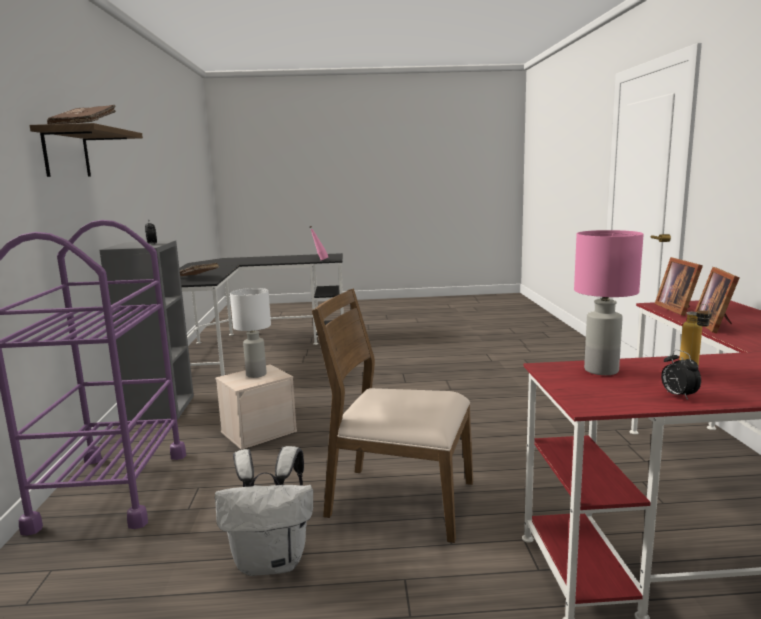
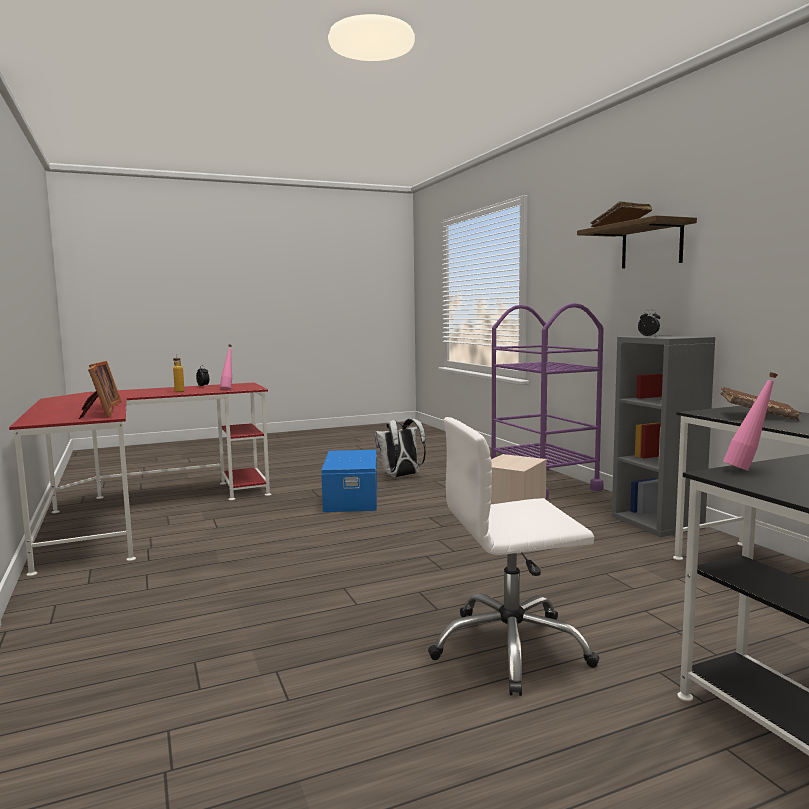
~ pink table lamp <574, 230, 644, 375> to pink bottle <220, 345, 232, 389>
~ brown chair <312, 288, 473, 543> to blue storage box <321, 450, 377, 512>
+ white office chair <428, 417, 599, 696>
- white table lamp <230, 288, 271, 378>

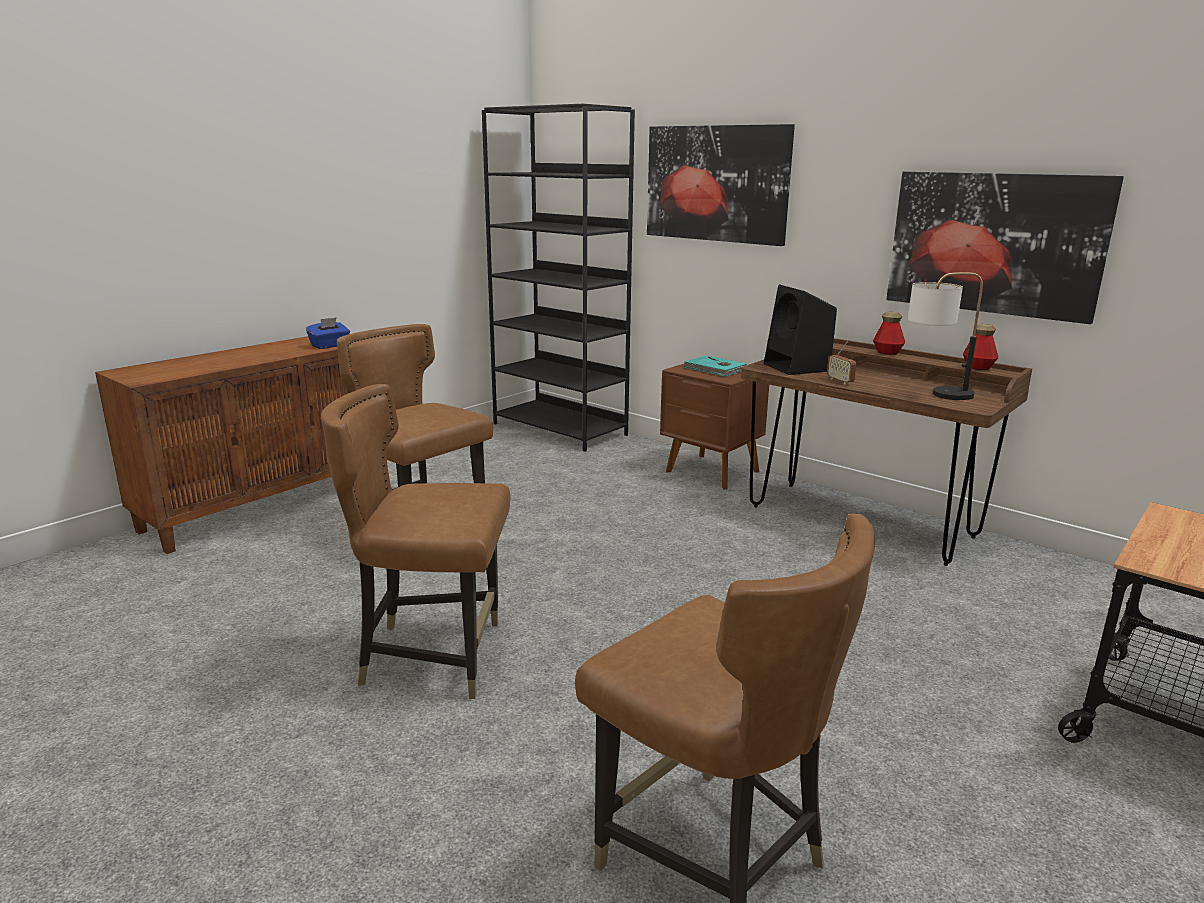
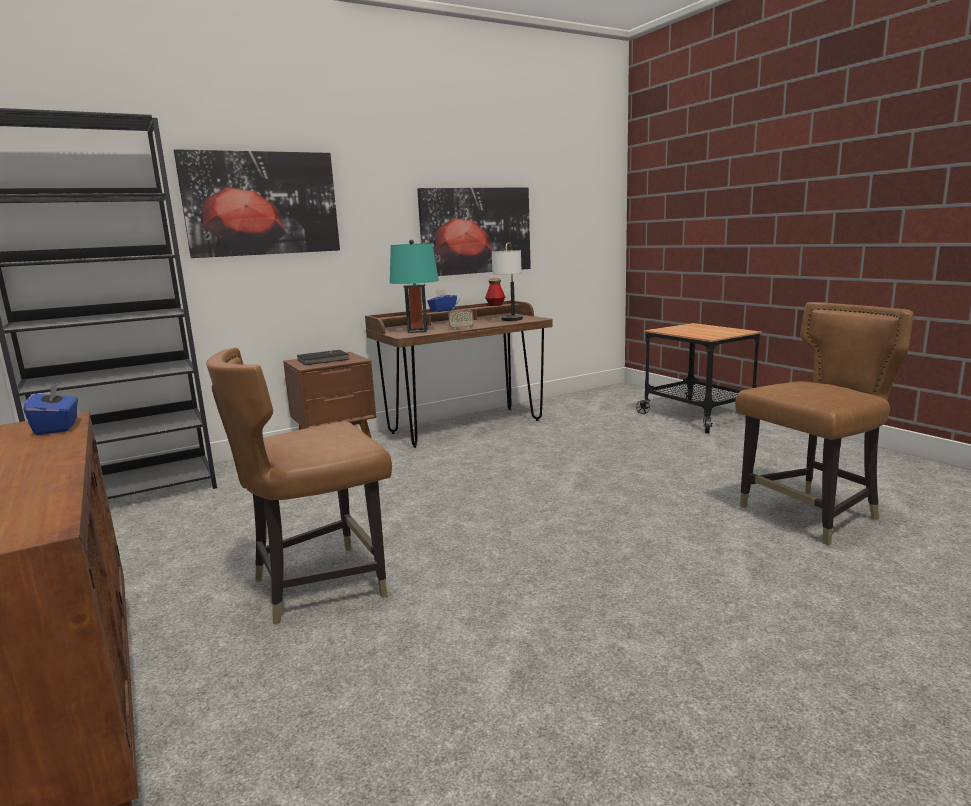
~ turquoise book <683, 355, 747, 377> to black book <297, 350, 349, 365>
~ black speaker <764, 284, 837, 375> to turquoise table lamp <390, 239, 439, 333>
~ bottle <873, 312, 905, 355> to blue tissue box <427, 289, 457, 312>
- brown chair <321, 384, 511, 699>

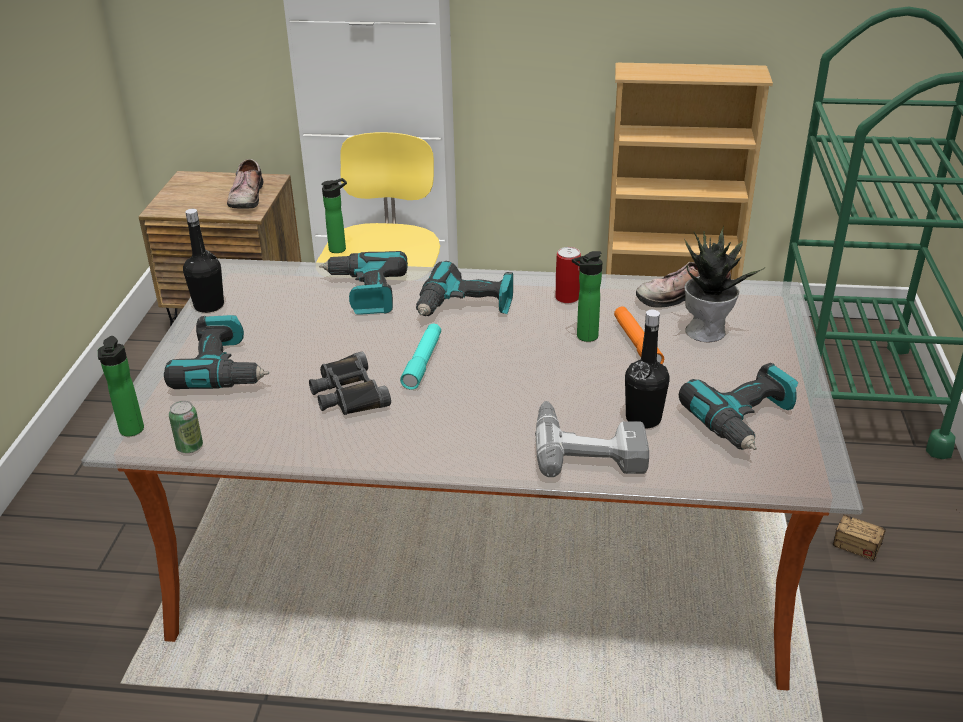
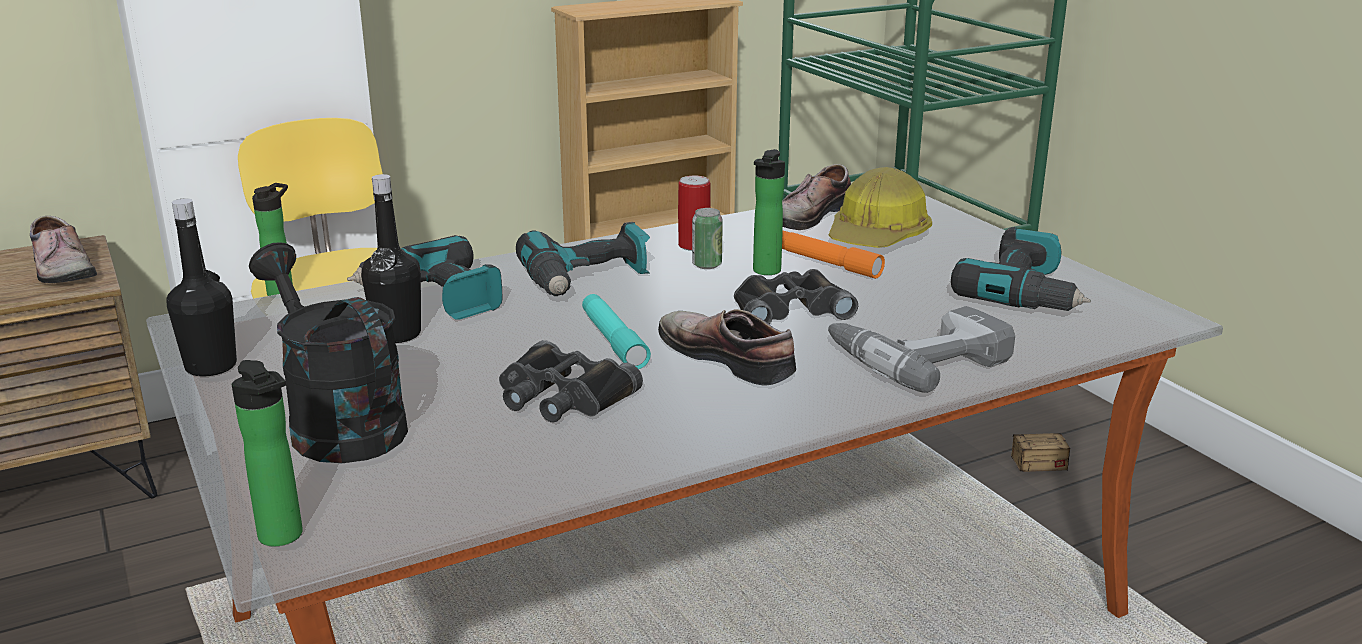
~ power drill <164, 315, 269, 389> to black watering can <249, 242, 408, 463>
~ black bottle <625, 310, 670, 429> to <361, 174, 421, 343>
+ shoe <658, 309, 796, 385>
~ can <169, 401, 203, 453> to <692, 208, 723, 269>
+ black binoculars <734, 269, 858, 324>
~ potted plant <684, 225, 764, 342> to hard hat <829, 167, 932, 248>

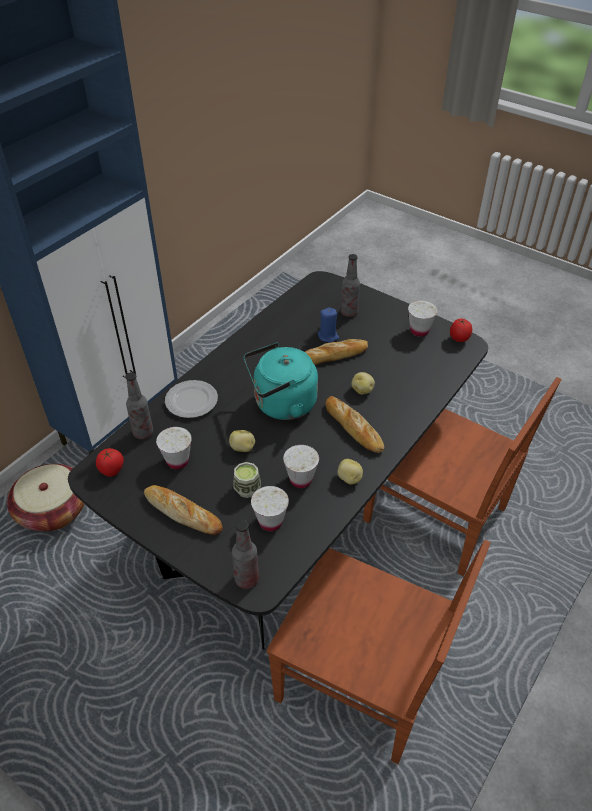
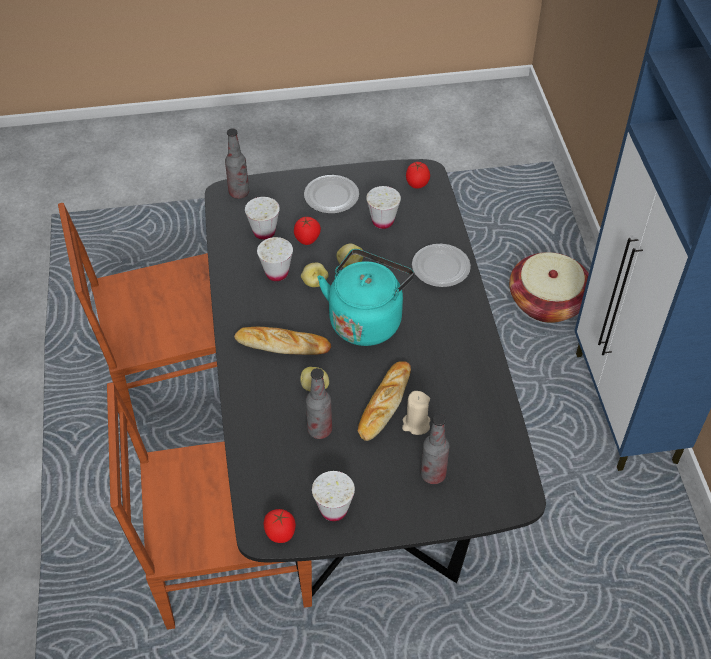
~ cup <233, 462, 261, 498> to tomato <294, 217, 321, 245>
~ potato <338, 459, 363, 485> to <301, 263, 329, 287>
~ bread <144, 485, 223, 535> to plate <304, 175, 359, 214>
~ bottle <125, 372, 153, 439> to <306, 368, 332, 439>
~ blue candle <318, 307, 339, 343> to beige candle <402, 391, 430, 435>

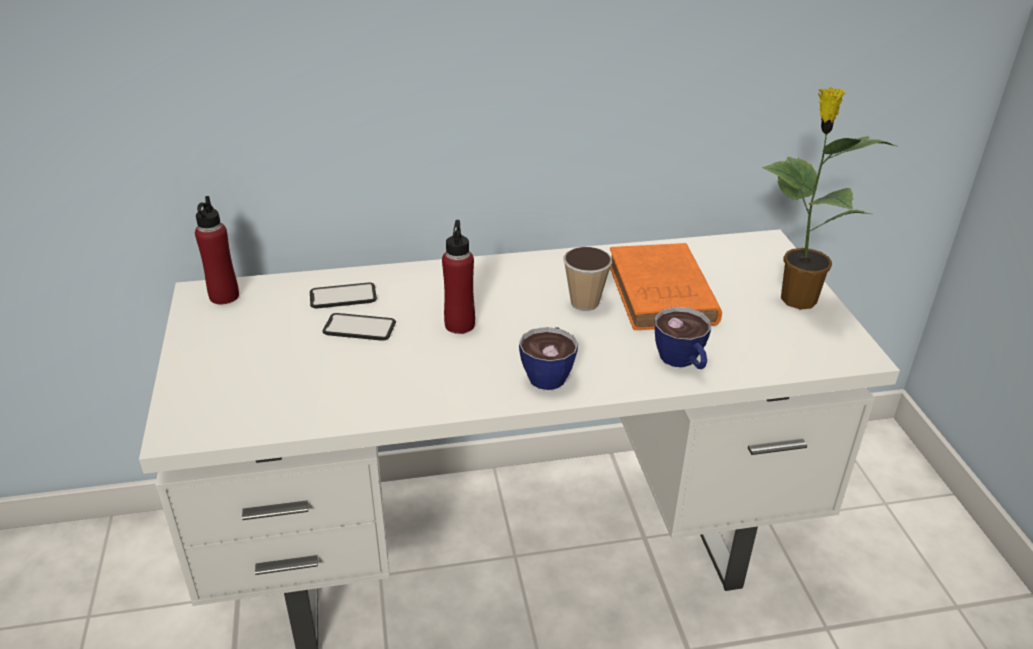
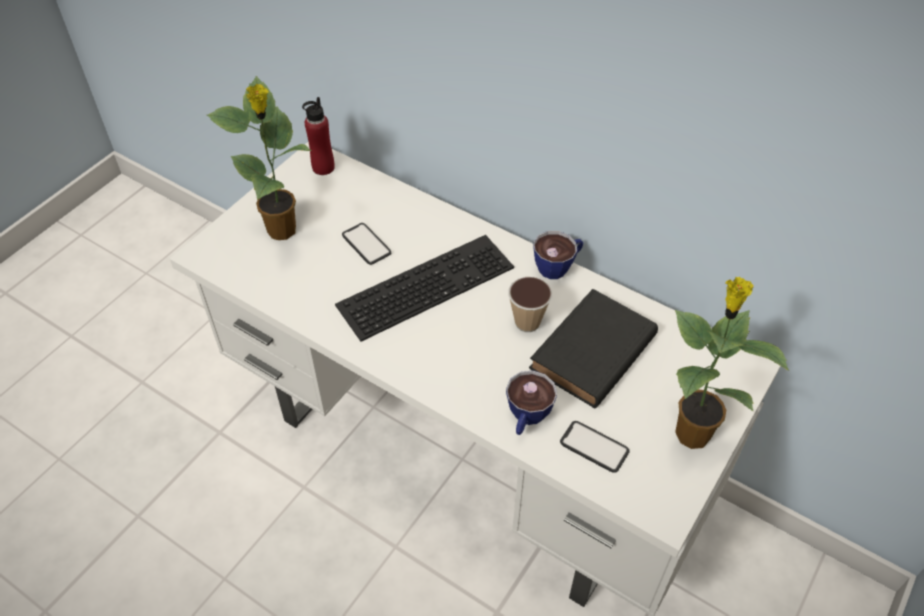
+ potted plant <207, 76, 312, 240>
~ red bottle <442, 220, 475, 334> to keyboard <335, 235, 514, 342>
~ orange book <610, 243, 722, 330> to black book <529, 289, 658, 408>
~ cup <519, 327, 578, 390> to <533, 231, 583, 279>
~ phone <310, 282, 377, 309> to <560, 421, 630, 473>

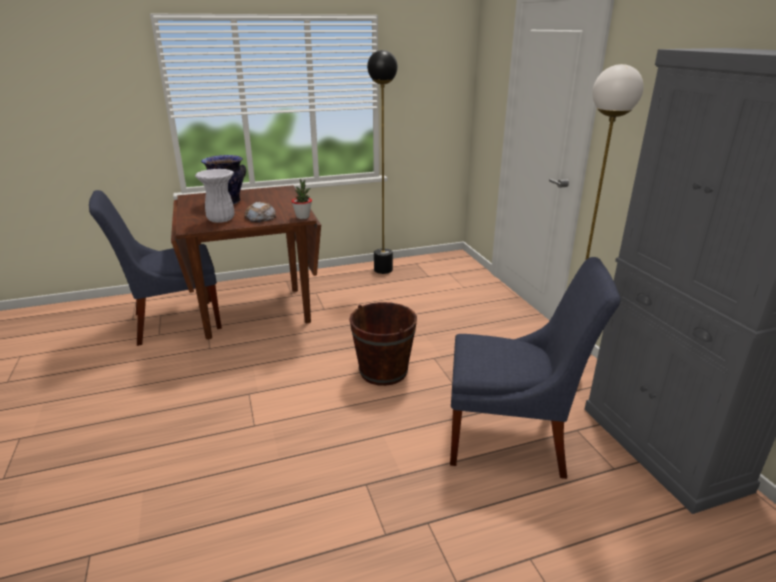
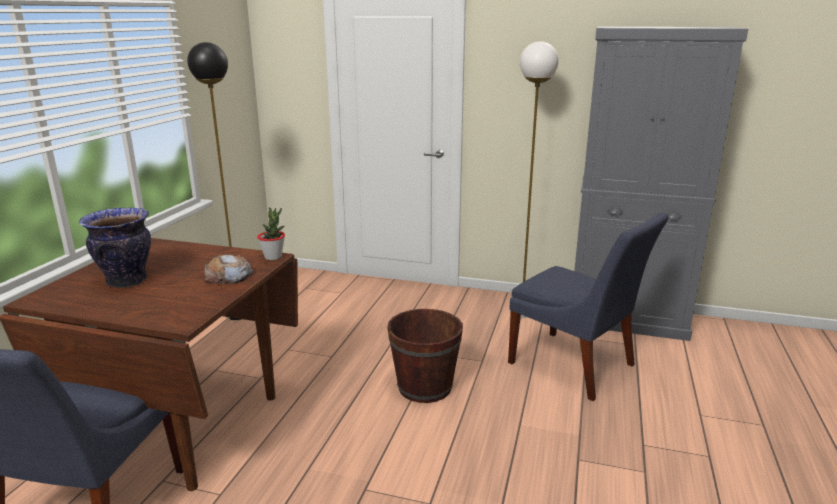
~ blue chair <450, 257, 621, 479> = <508, 212, 669, 401> 90 degrees clockwise
- white vase <195, 169, 235, 223>

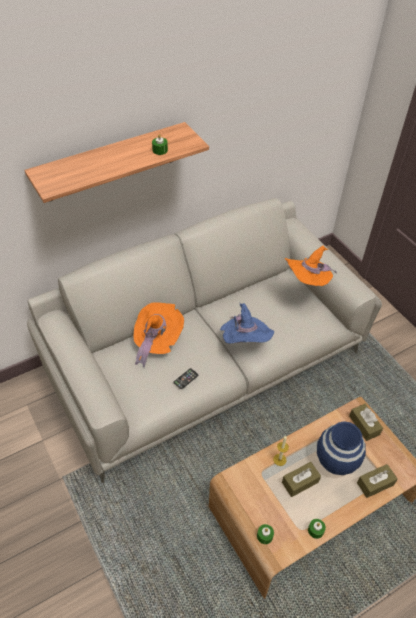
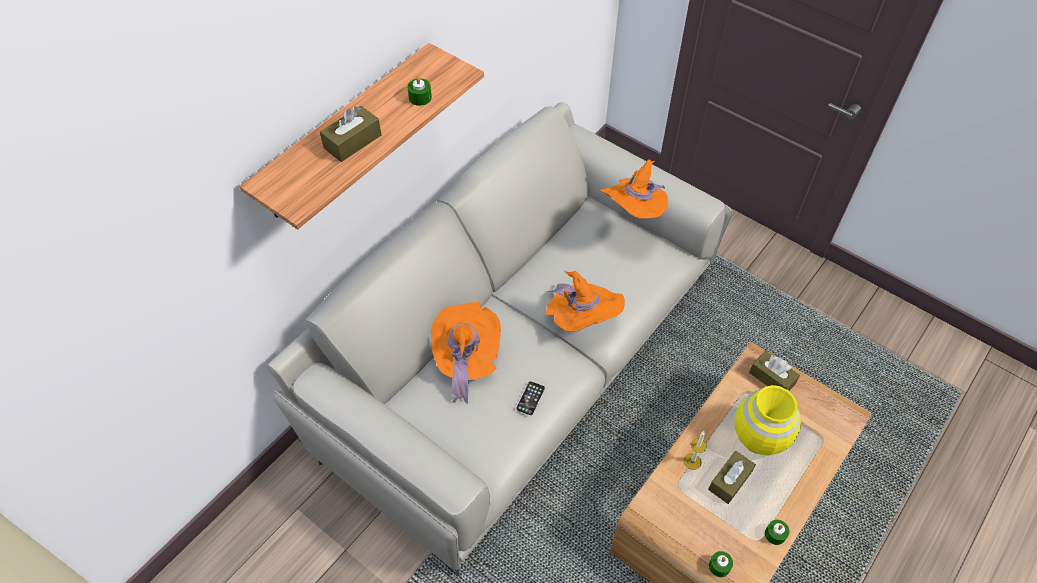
~ brown tissue box <357, 464, 398, 498> to <320, 106, 382, 162>
~ blue hat <220, 302, 274, 344> to orange hat <546, 271, 625, 332>
~ blue vase <317, 421, 366, 475> to yellow vase <735, 385, 801, 455>

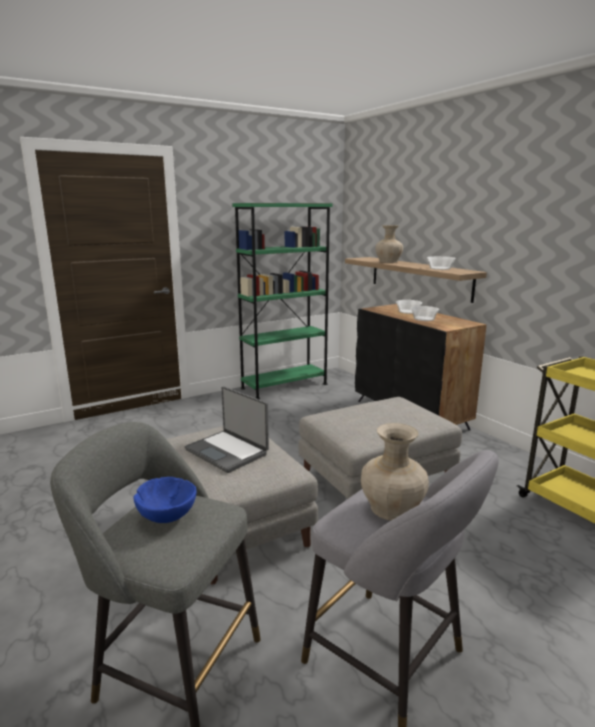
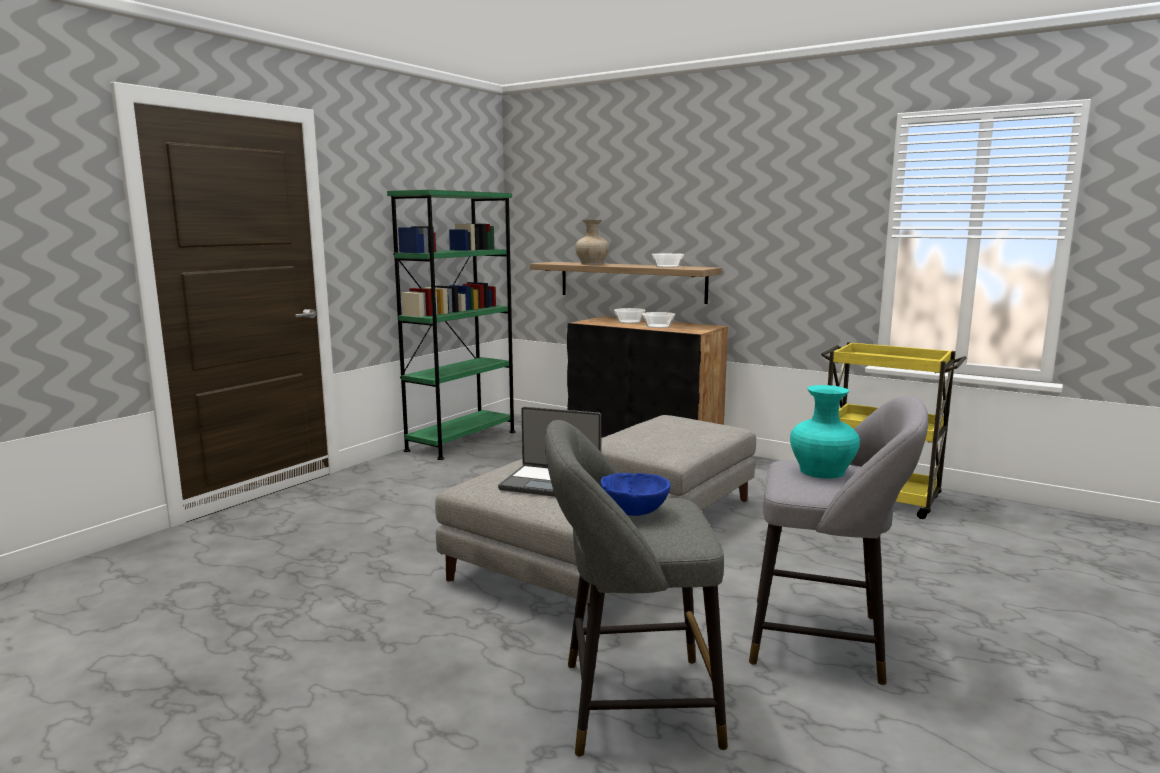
~ beige vase <361, 423, 429, 520> to turquoise vase <790, 385, 860, 479>

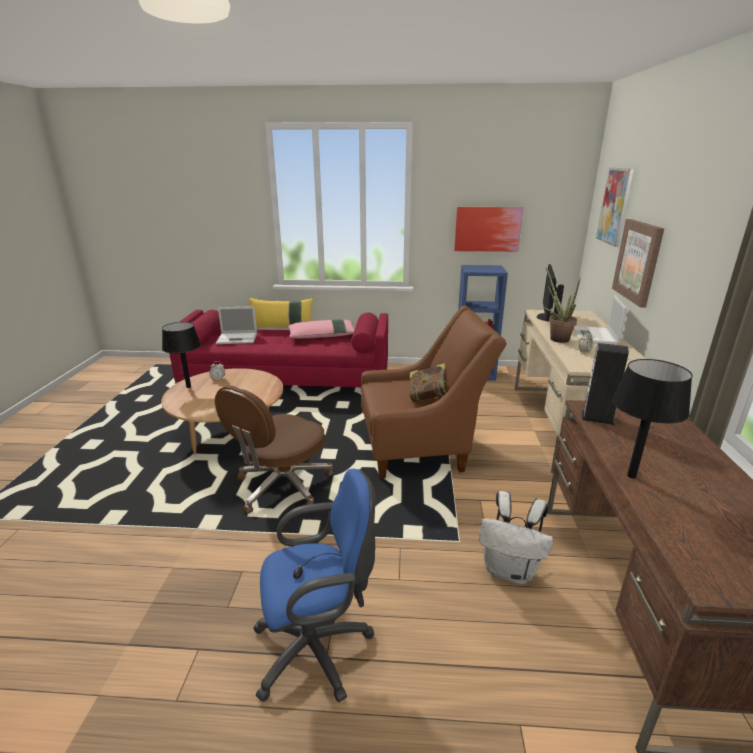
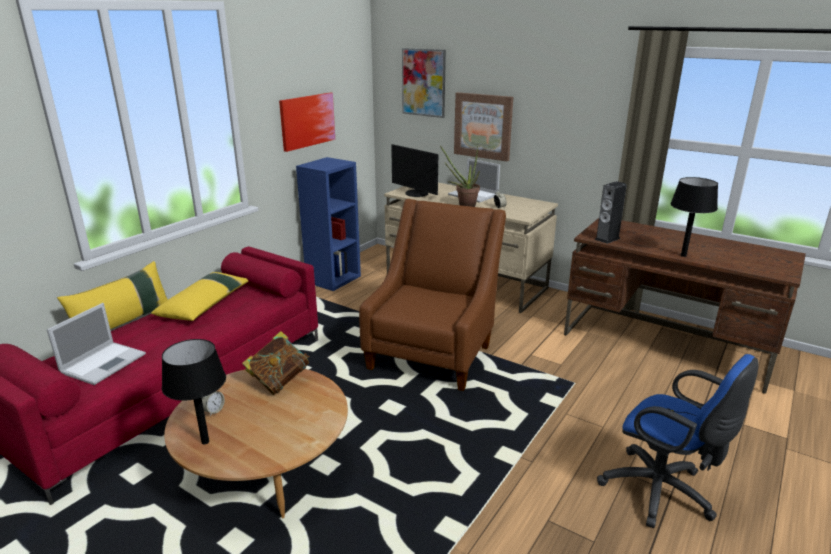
~ pink pillow <288, 320, 355, 338> to yellow pillow <151, 272, 249, 321>
~ book <409, 363, 447, 402> to <242, 331, 310, 395>
~ blue office chair <253, 469, 376, 702> = <597, 354, 758, 528> 120 degrees clockwise
- brown office chair <215, 385, 334, 514>
- white backpack <479, 491, 553, 584>

